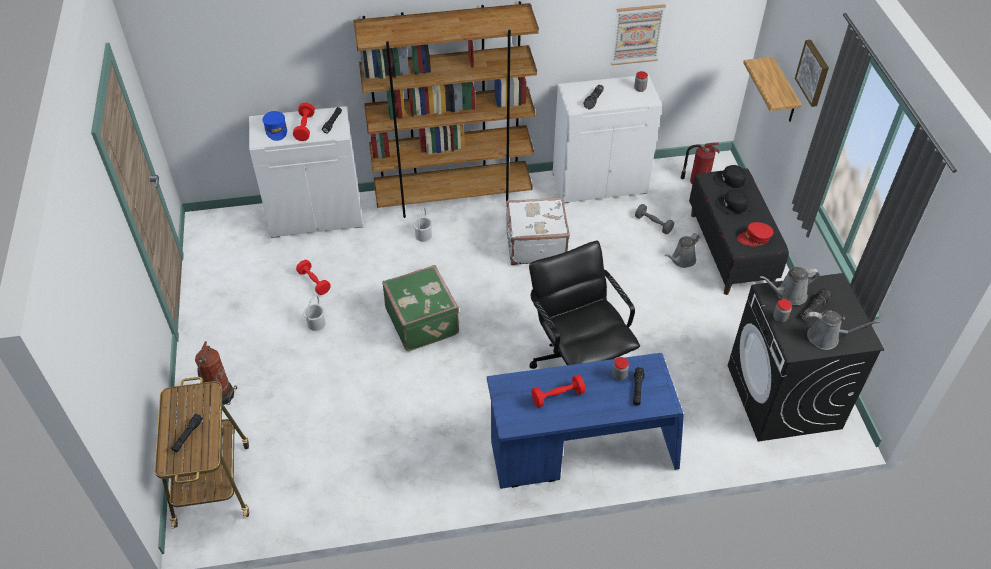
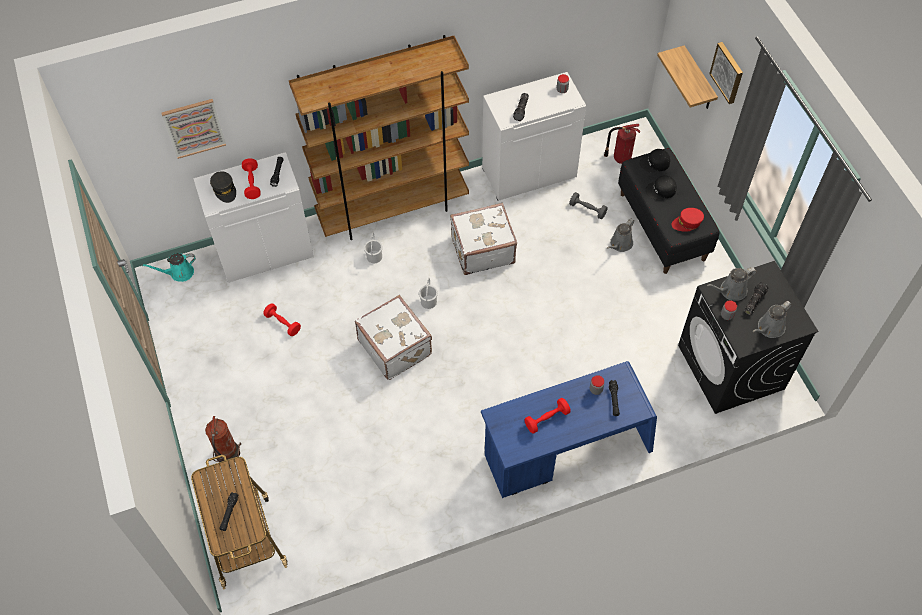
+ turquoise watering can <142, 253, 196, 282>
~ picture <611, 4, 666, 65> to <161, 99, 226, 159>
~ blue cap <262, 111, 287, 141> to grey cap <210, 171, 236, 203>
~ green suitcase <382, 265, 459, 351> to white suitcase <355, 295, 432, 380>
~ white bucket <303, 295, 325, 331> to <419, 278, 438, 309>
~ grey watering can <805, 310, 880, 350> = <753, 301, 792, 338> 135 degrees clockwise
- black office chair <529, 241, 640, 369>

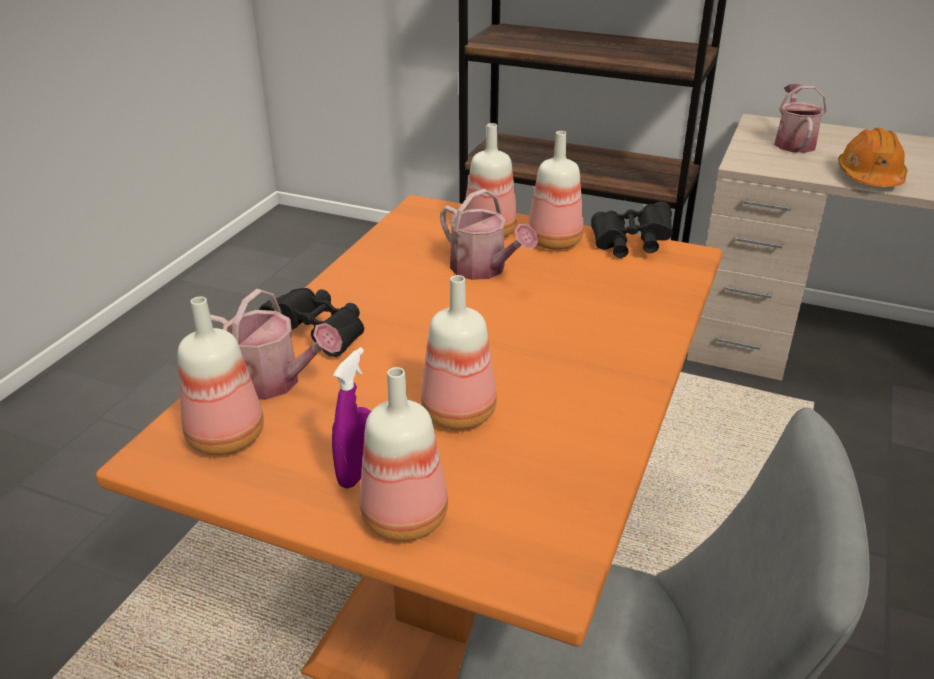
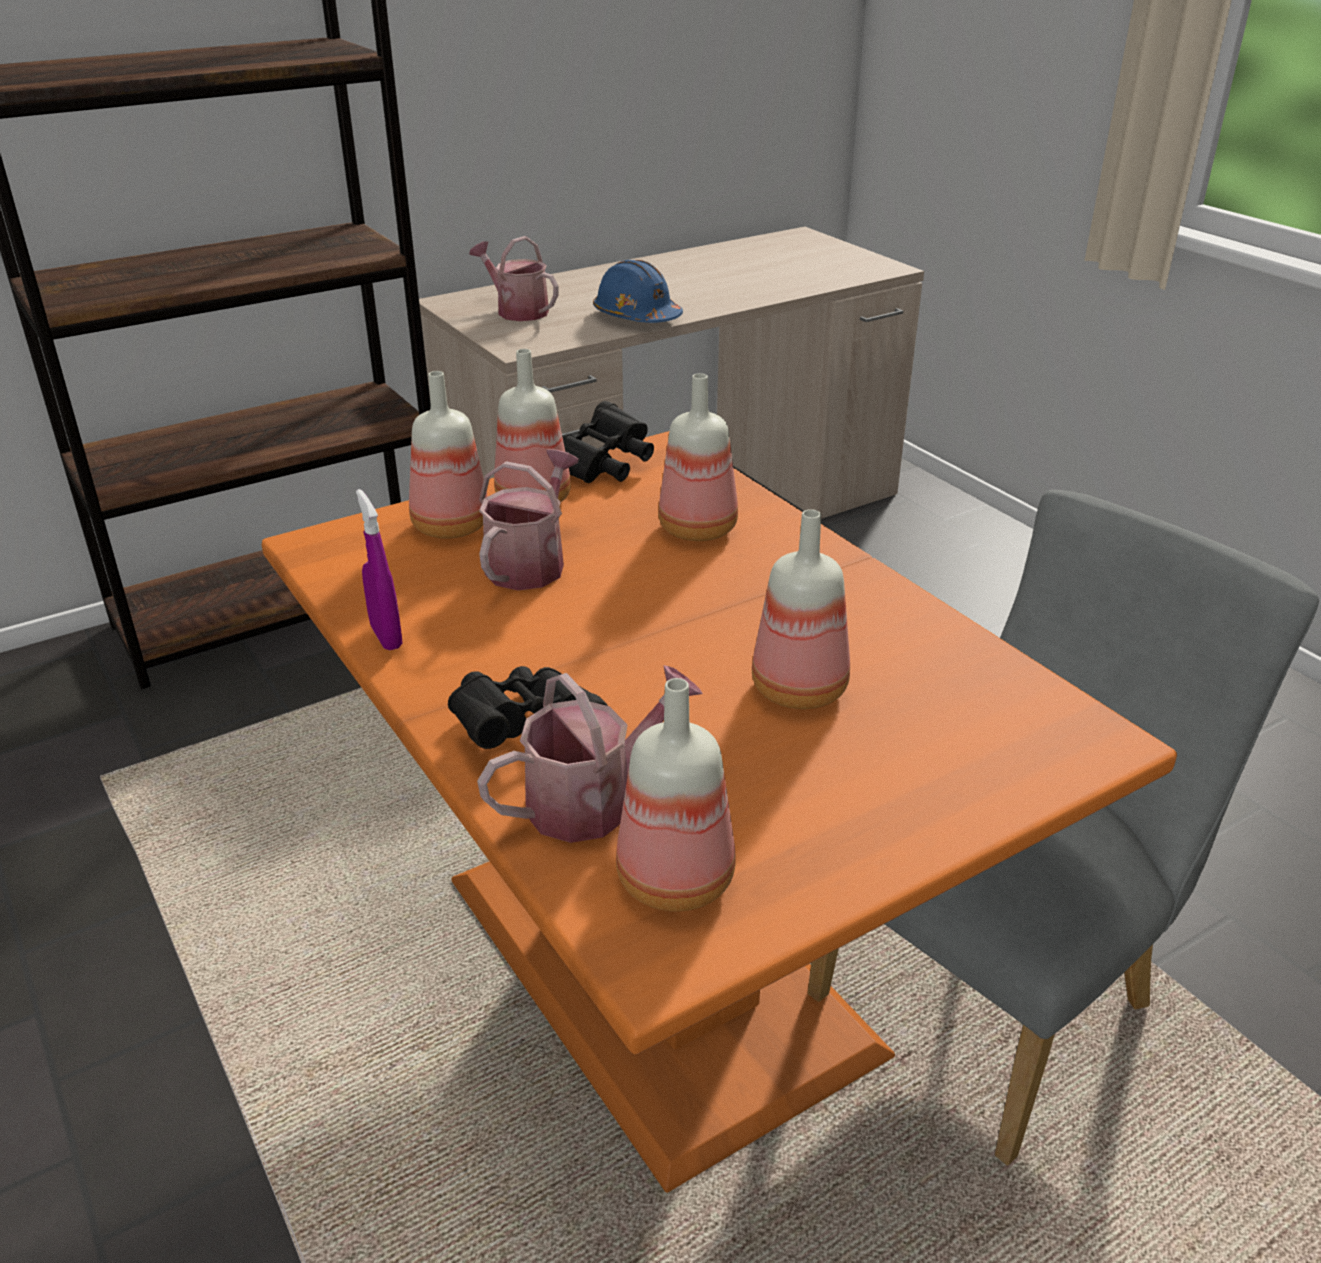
~ purple spray bottle <332, 347, 371, 489> to <356, 489, 402, 650>
~ watering can <440, 189, 538, 280> = <479, 449, 579, 590> 60 degrees counterclockwise
~ orange hard hat <838, 128, 907, 187> to blue hard hat <593, 260, 683, 323>
~ bottle <359, 367, 448, 541> to <659, 373, 738, 541>

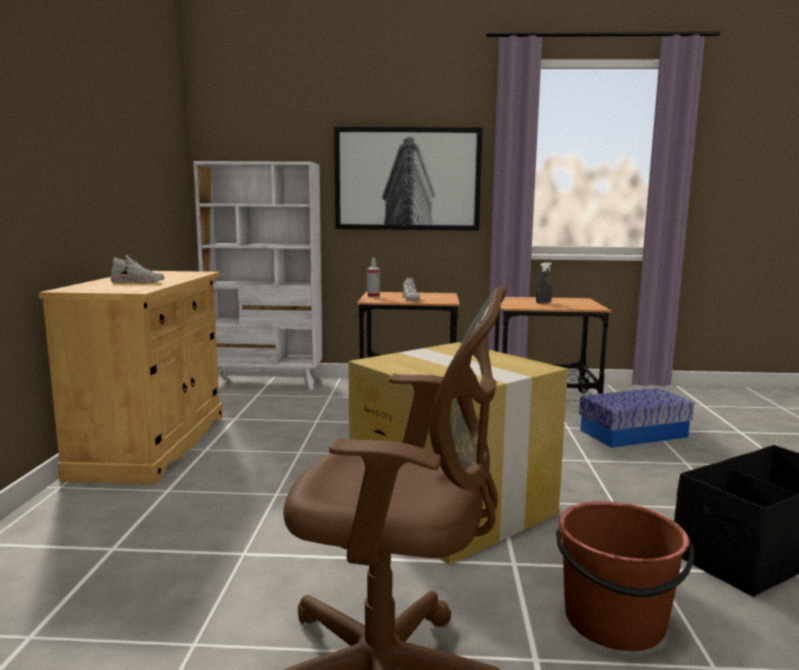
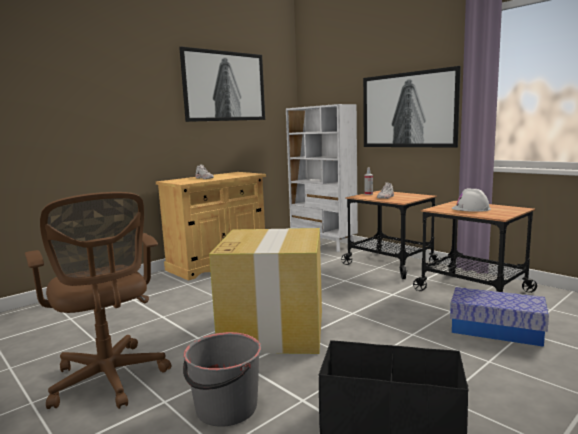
+ picture <179, 47, 265, 122>
~ brown bucket <556, 501, 695, 651> to grey bucket <183, 332, 261, 427>
~ grey spray bottle <536, 263, 553, 304> to white hard hat <452, 189, 491, 212>

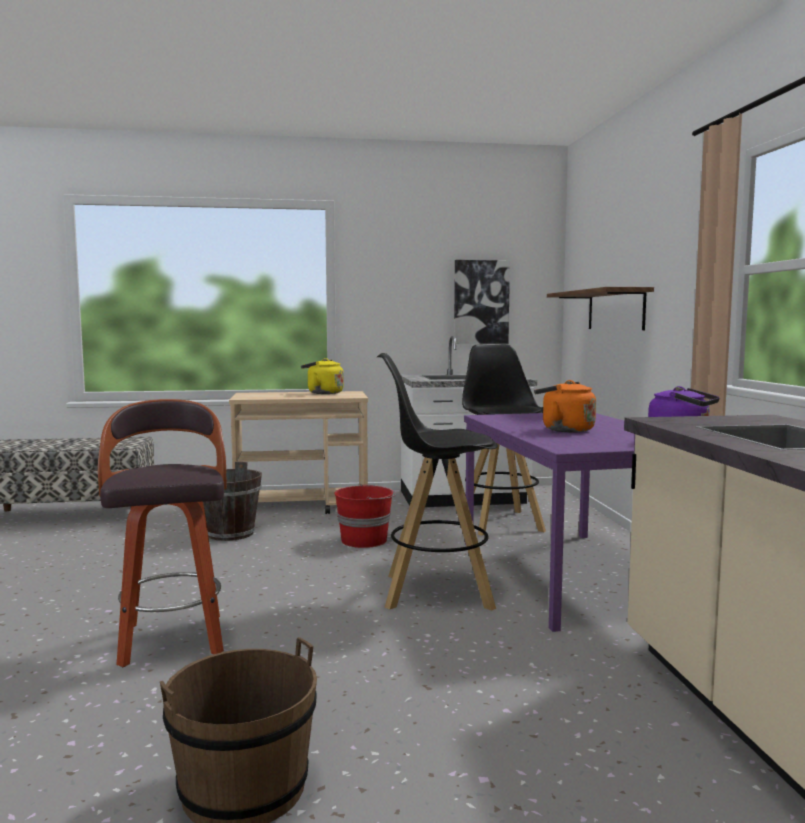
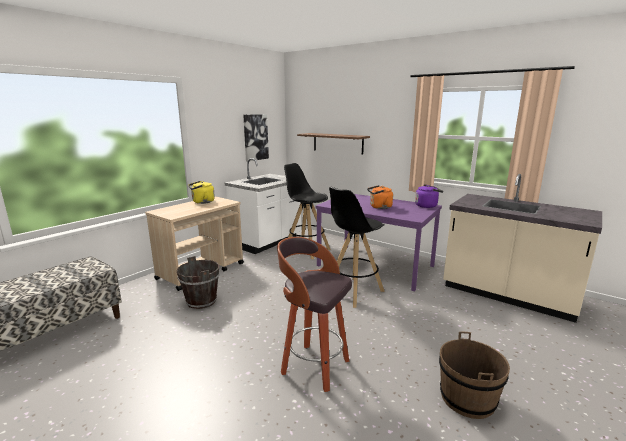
- red bucket <334, 484, 396, 548>

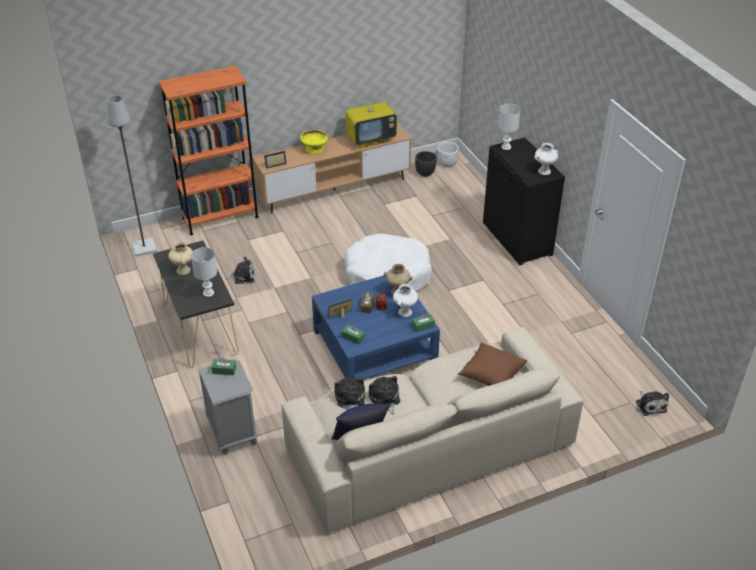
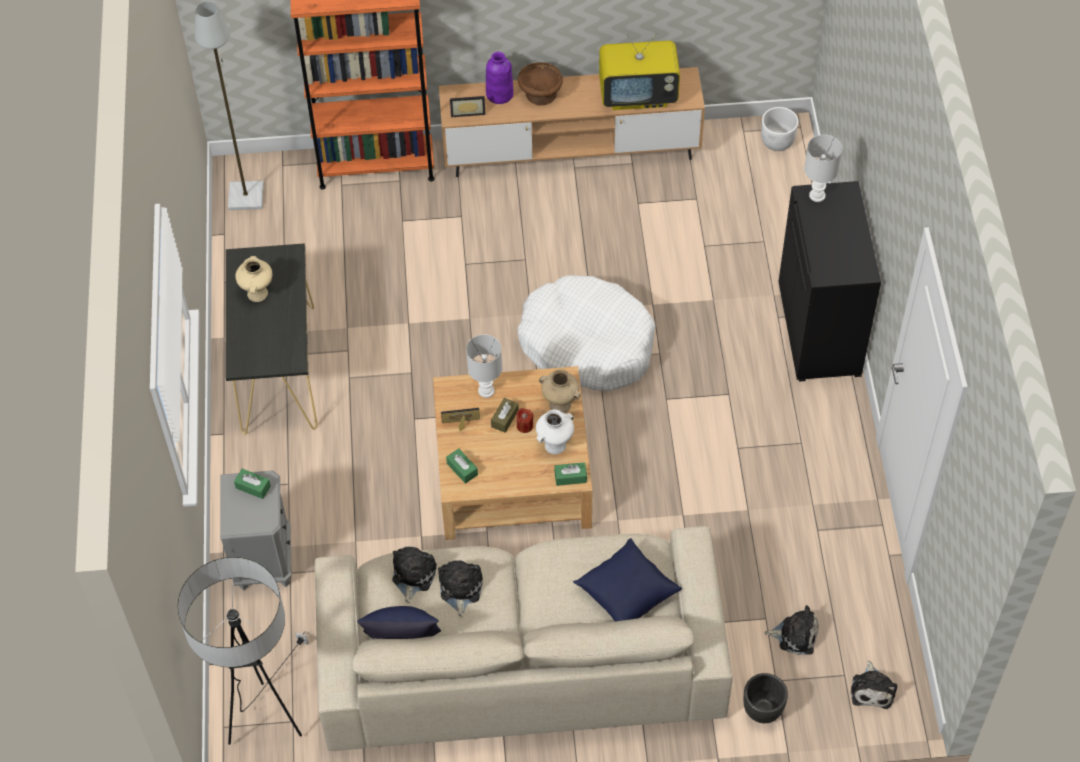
+ floor lamp <178, 557, 309, 745>
~ blue coffee table <312, 276, 440, 380> to beige coffee table <433, 366, 592, 540>
~ white table lamp <191, 247, 217, 297> to <466, 334, 502, 398>
+ purple vase <486, 52, 514, 104>
~ yellow bowl <300, 129, 328, 154> to brown bowl <518, 62, 563, 106>
~ brown pillow <458, 343, 527, 386> to blue pillow <573, 538, 682, 621>
~ black planter <415, 151, 437, 177> to <743, 673, 788, 723>
~ plush toy <225, 257, 255, 284> to <764, 605, 818, 655>
- white vase <534, 143, 559, 175>

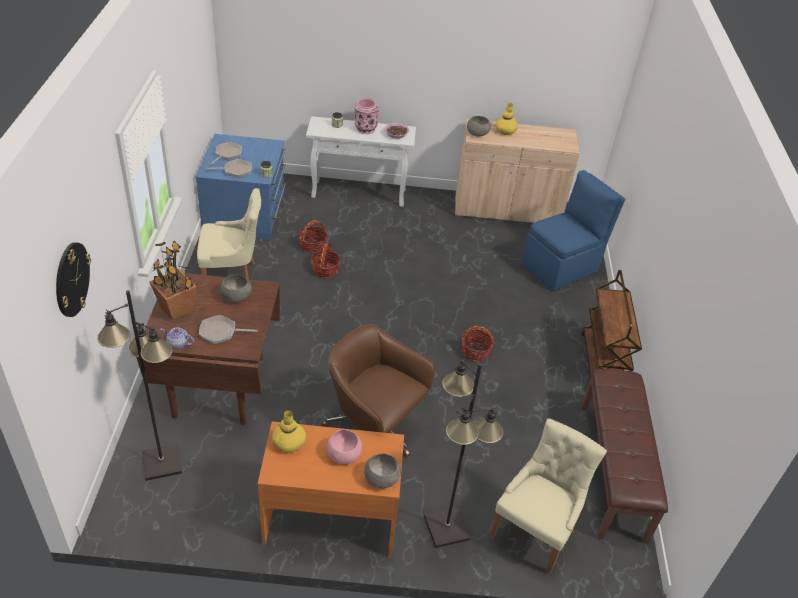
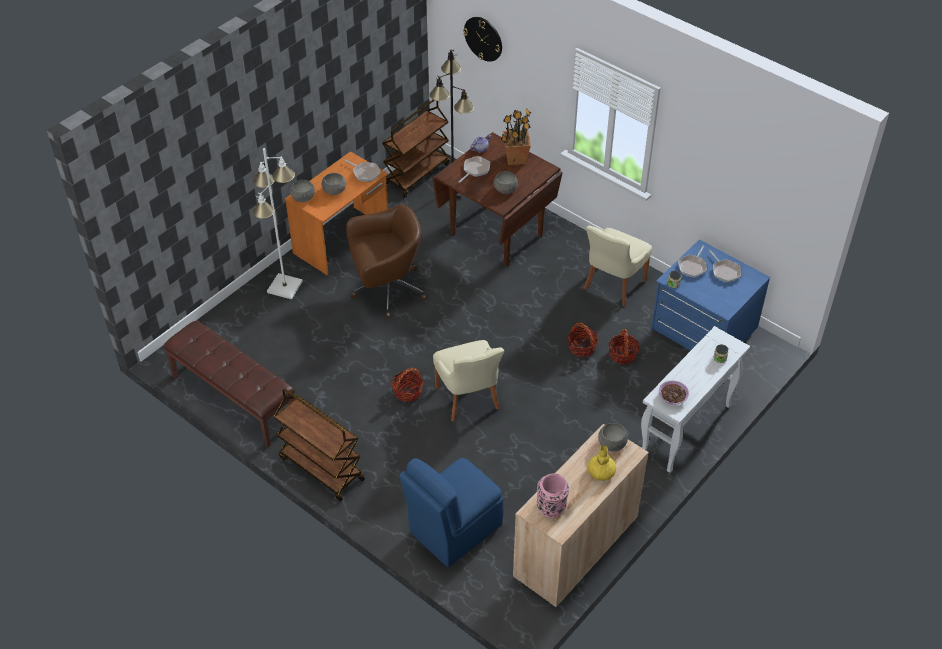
~ black floor lamp <424, 359, 503, 548> to white floor lamp <252, 148, 303, 299>
~ pink bowl <327, 429, 362, 464> to grey bowl <322, 173, 346, 195>
~ yellow vase <272, 411, 306, 453> to frying pan <344, 159, 381, 182>
+ brown cart <382, 100, 450, 198>
~ blue chair <521, 170, 625, 291> = <399, 458, 504, 567> 45 degrees clockwise
~ beige chair <490, 418, 607, 575> to <433, 340, 504, 422>
~ pink vase <354, 98, 379, 134> to <537, 473, 569, 518>

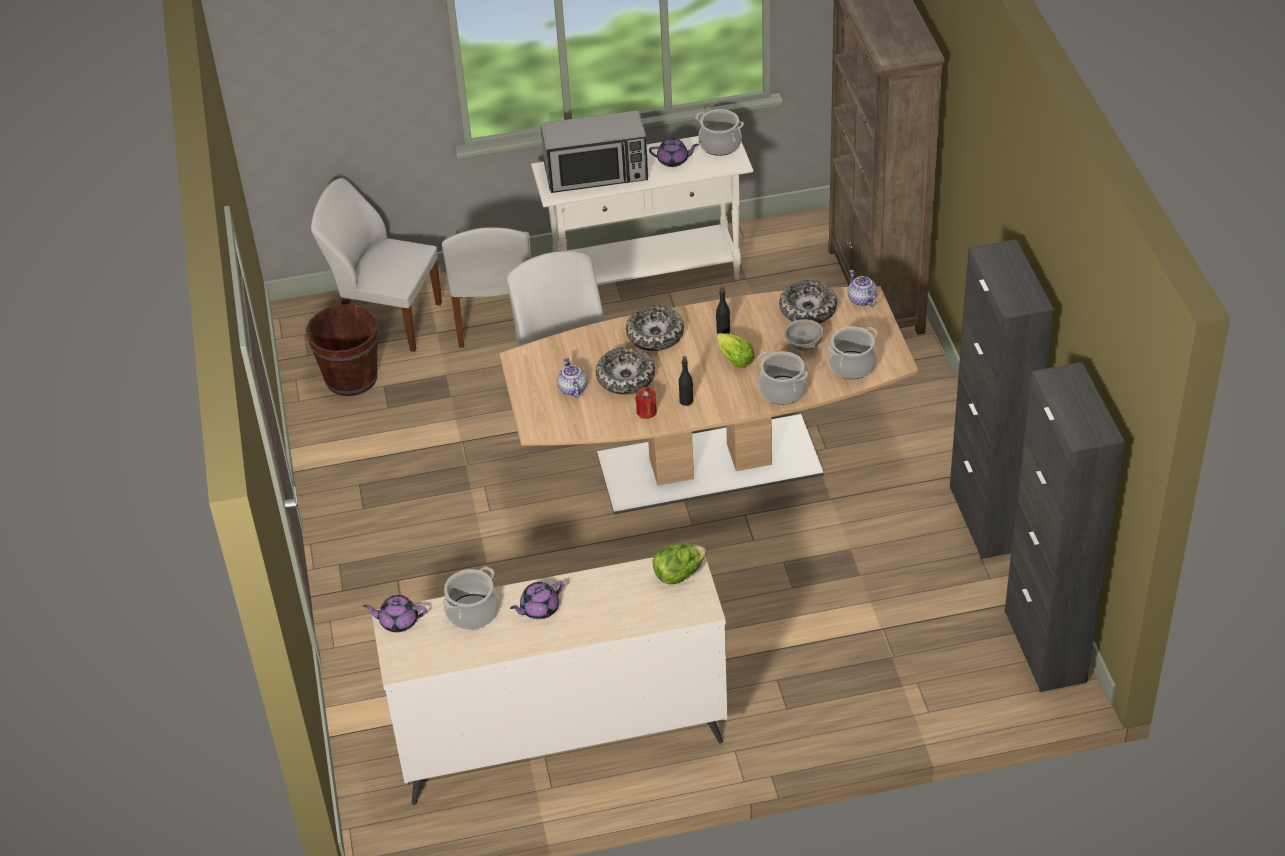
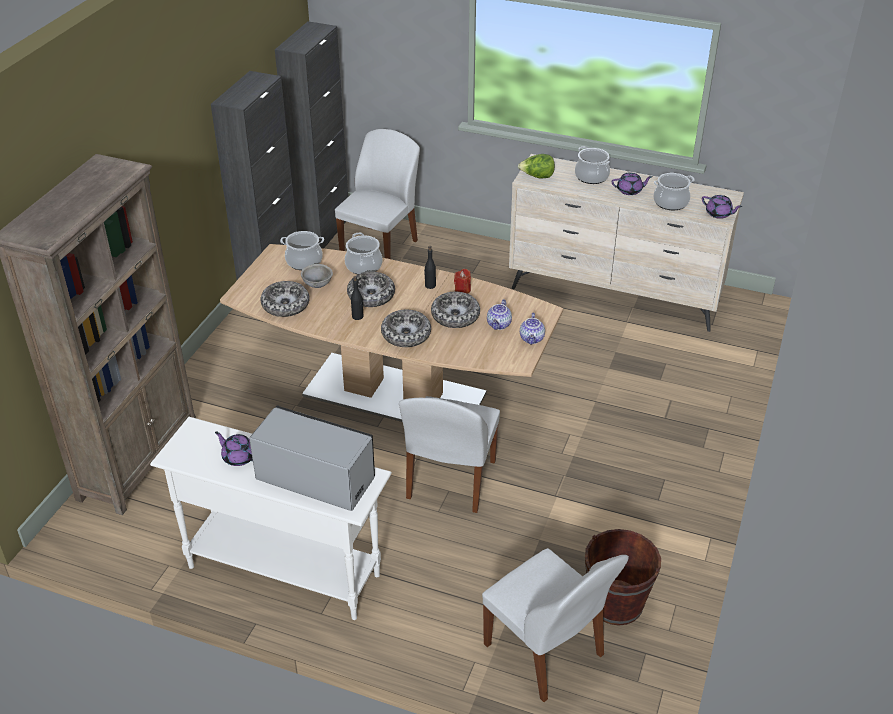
~ white chair <442, 227, 531, 348> to <335, 129, 420, 259>
~ lettuce <715, 333, 755, 368> to bowl <347, 272, 395, 307>
~ teapot <848, 270, 877, 307> to <520, 313, 545, 345>
~ cooking pot <695, 109, 744, 156> to <575, 146, 610, 184>

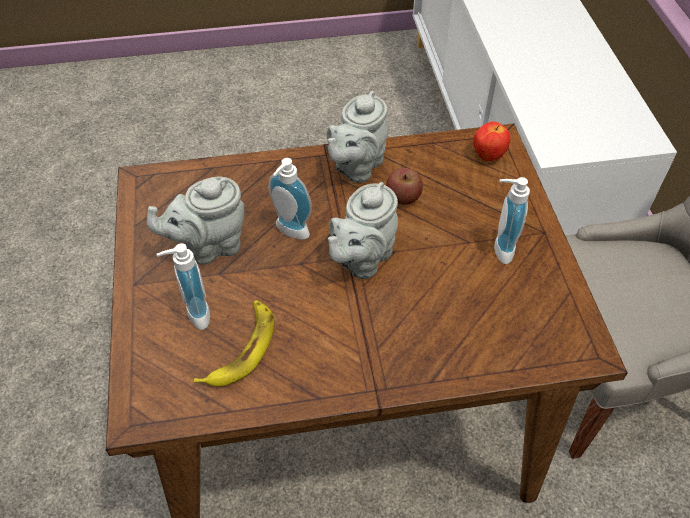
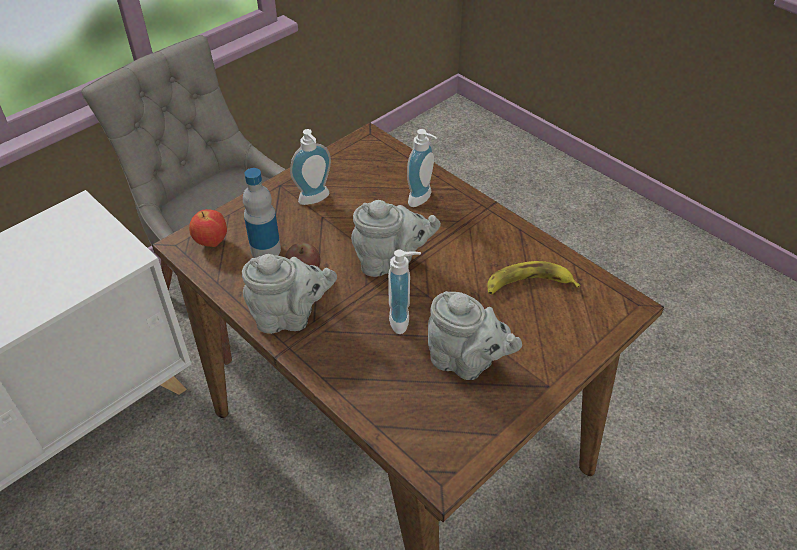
+ bottle <243, 168, 281, 258>
~ soap dispenser <157, 243, 210, 330> to <407, 129, 437, 207>

